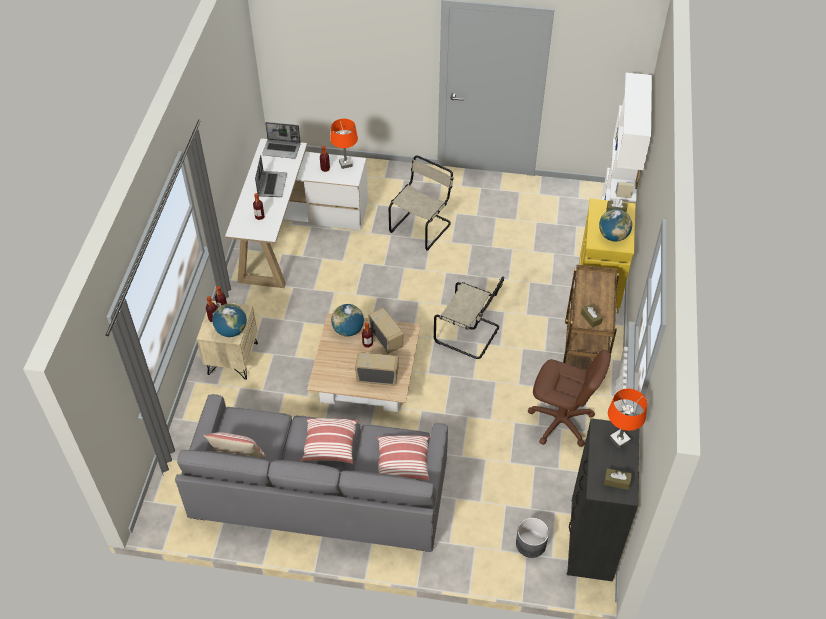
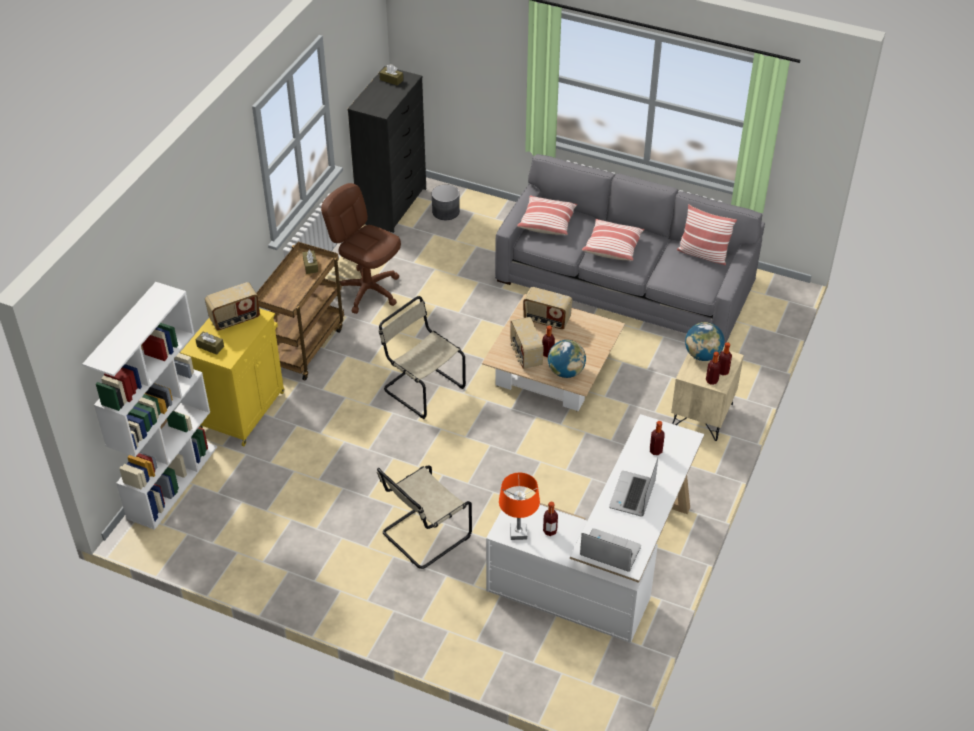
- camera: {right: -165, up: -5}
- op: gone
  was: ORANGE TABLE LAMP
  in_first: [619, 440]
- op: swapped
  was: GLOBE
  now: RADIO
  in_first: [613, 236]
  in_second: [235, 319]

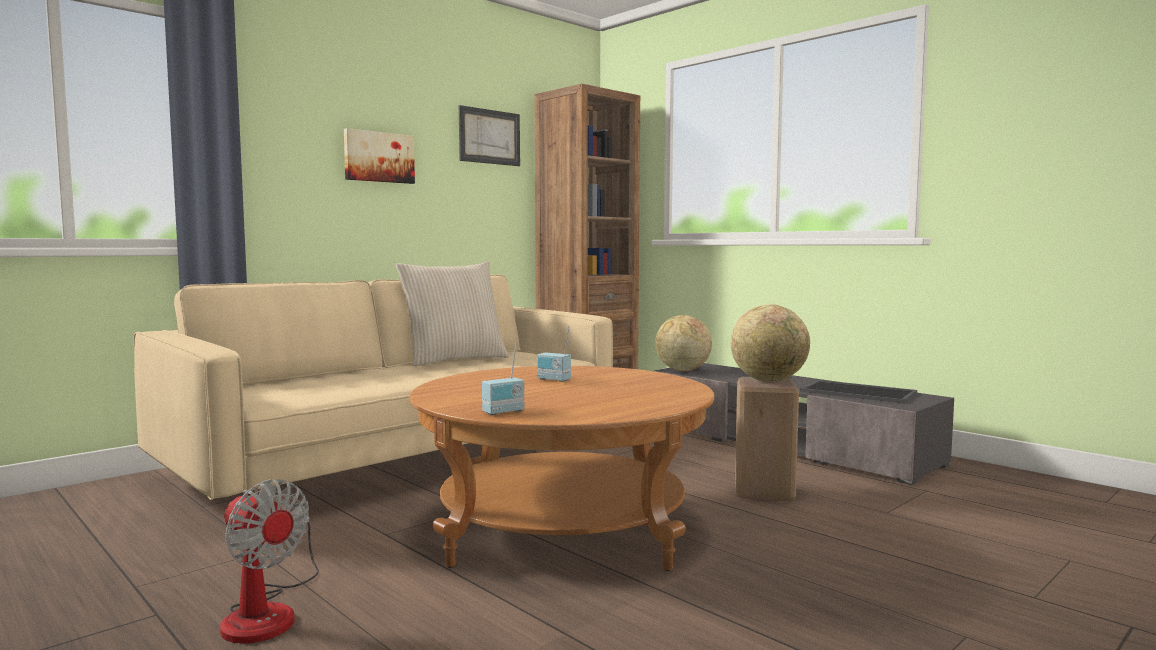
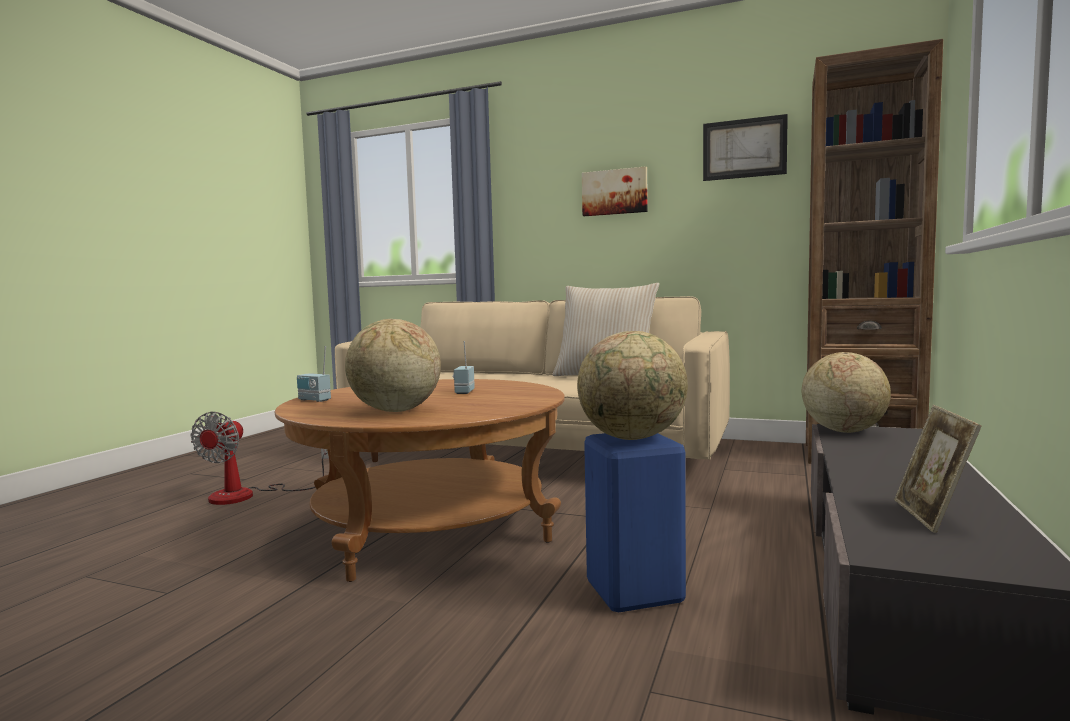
- camera: {right: 65, up: 0}
- op: new
  now: GLOBE
  in_second: [395, 411]
- op: swapped
  was: TRAY
  now: PICTURE FRAME
  in_first: [859, 392]
  in_second: [932, 517]
- op: repainted
  was: BEIGE STOOL
  now: BLUE STOOL
  in_first: [765, 492]
  in_second: [637, 593]

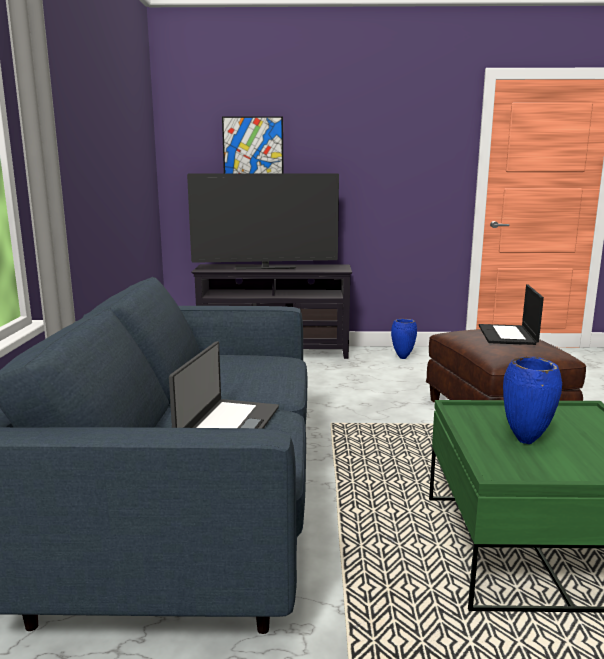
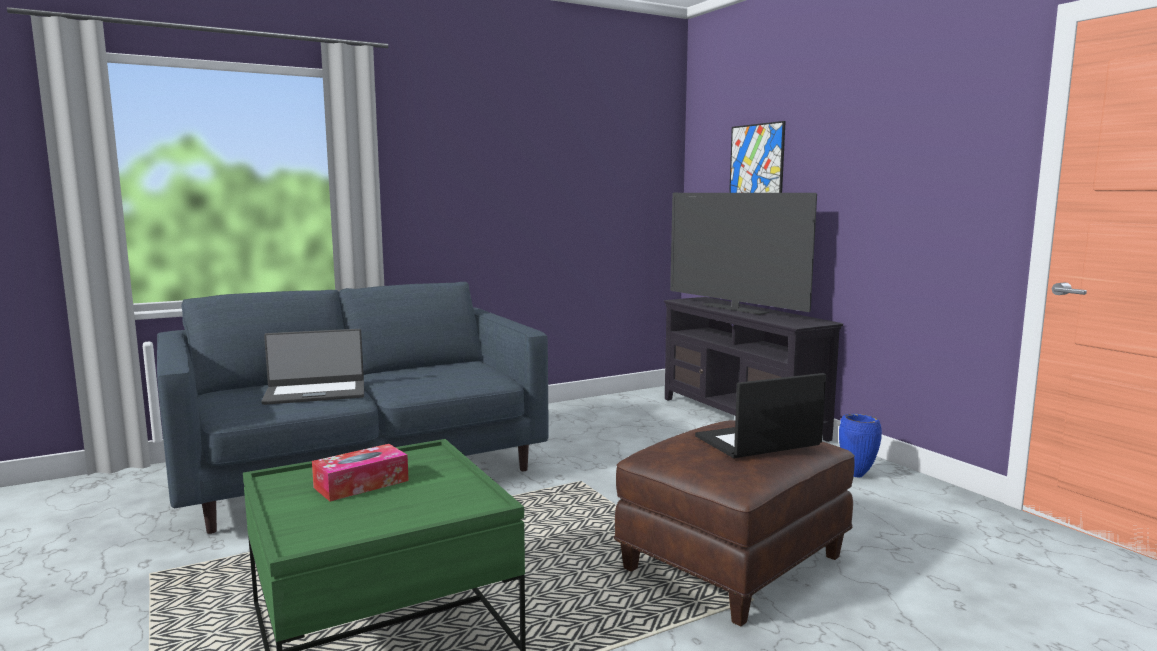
- camera: {right: 60, up: -5}
- op: swapped
  was: BLUE VASE
  now: TISSUE BOX
  in_first: [527, 441]
  in_second: [361, 484]

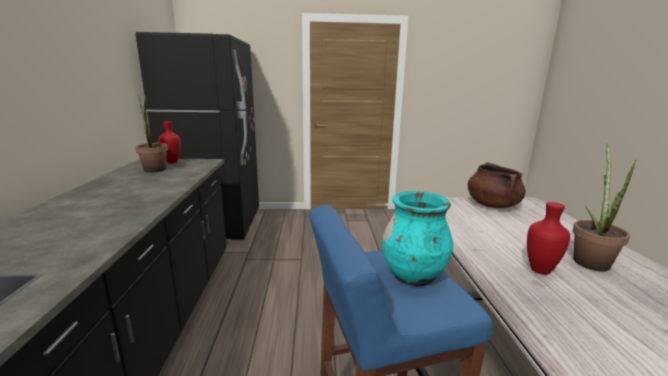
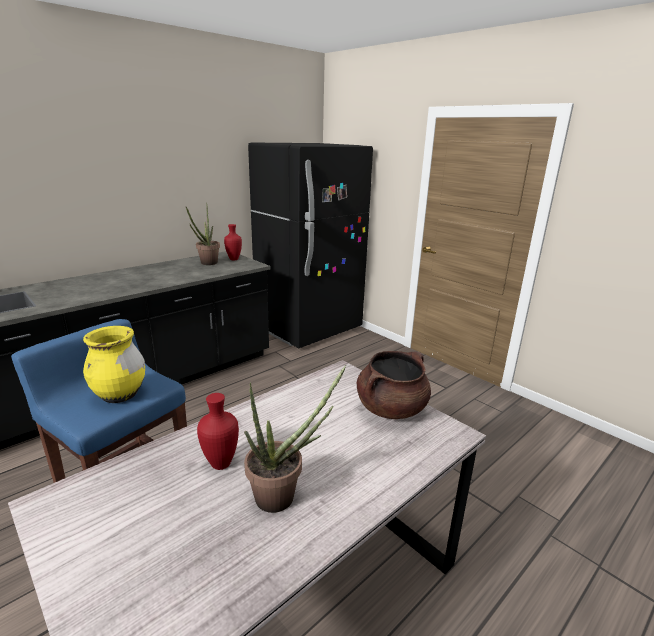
- camera: {right: 50, up: 5}
- op: repainted
  was: TURQUOISE VASE
  now: YELLOW VASE
  in_first: [413, 276]
  in_second: [120, 395]

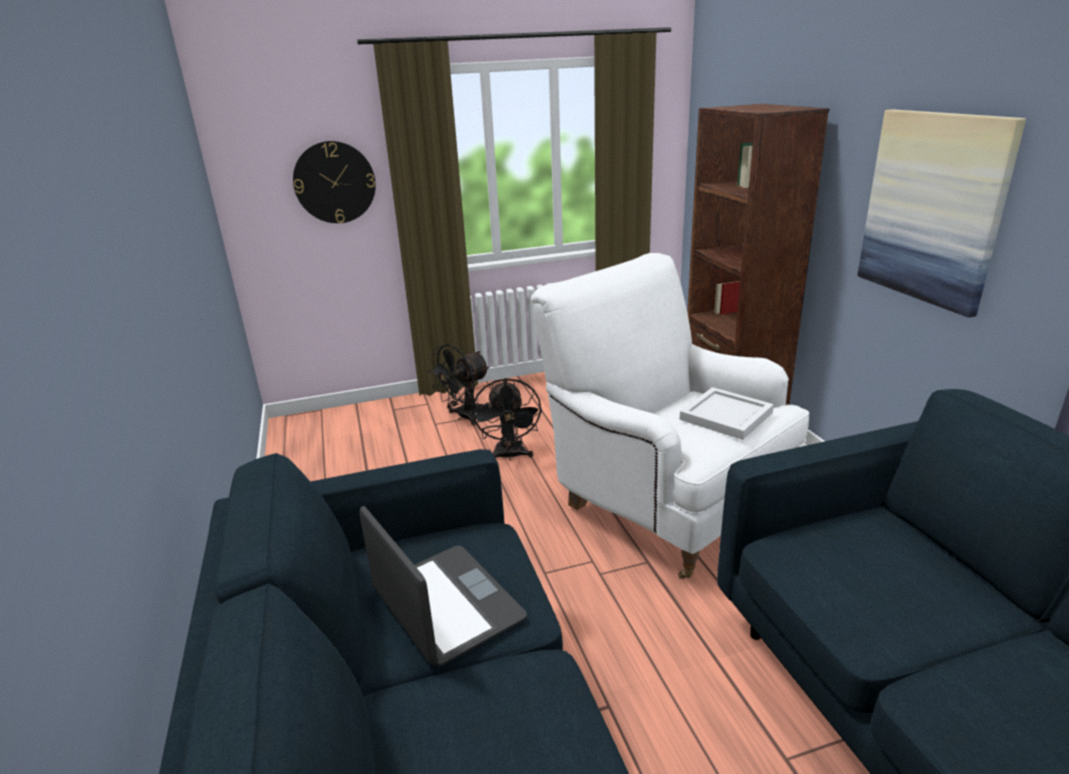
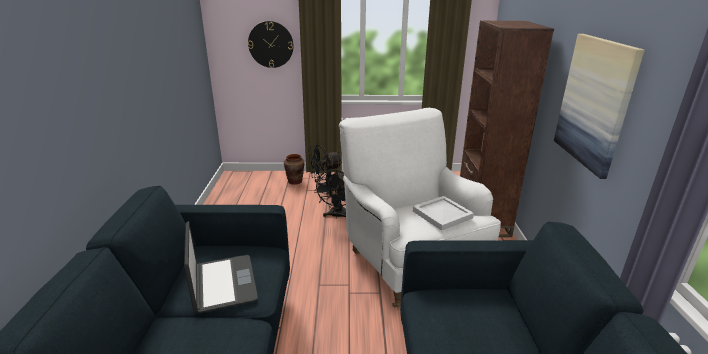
- camera: {right: 15, up: 0}
- op: new
  now: BROWN VASE
  in_second: [295, 181]

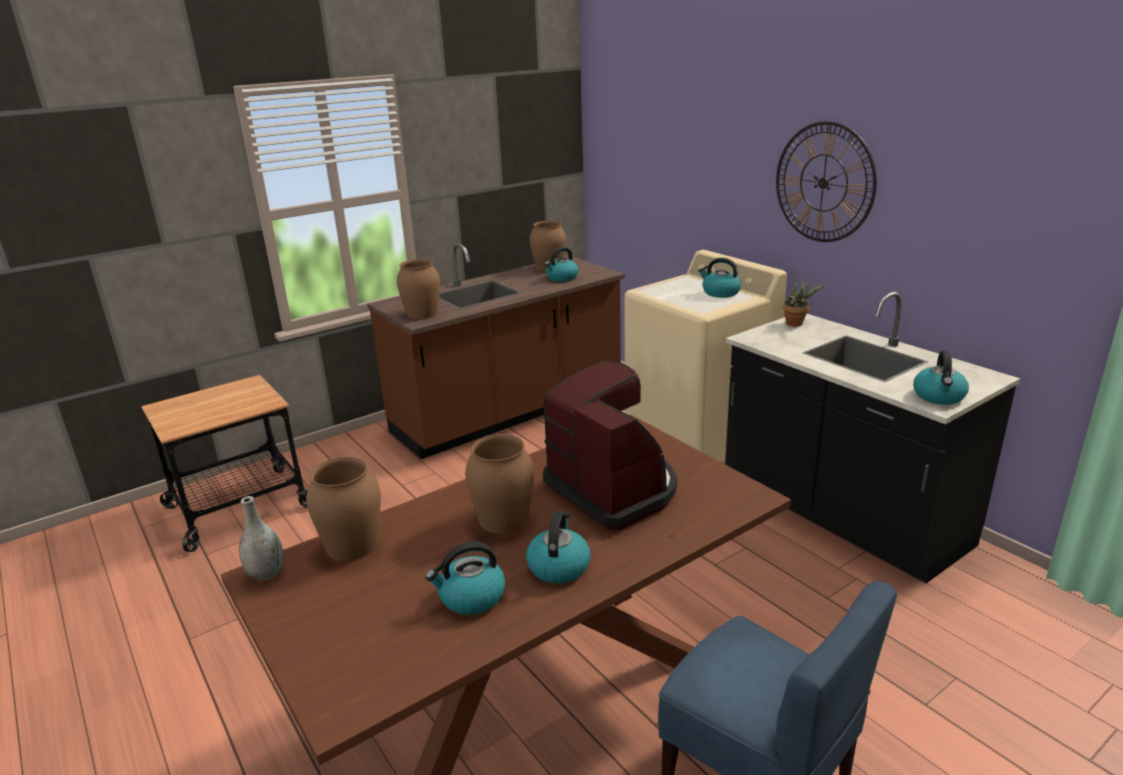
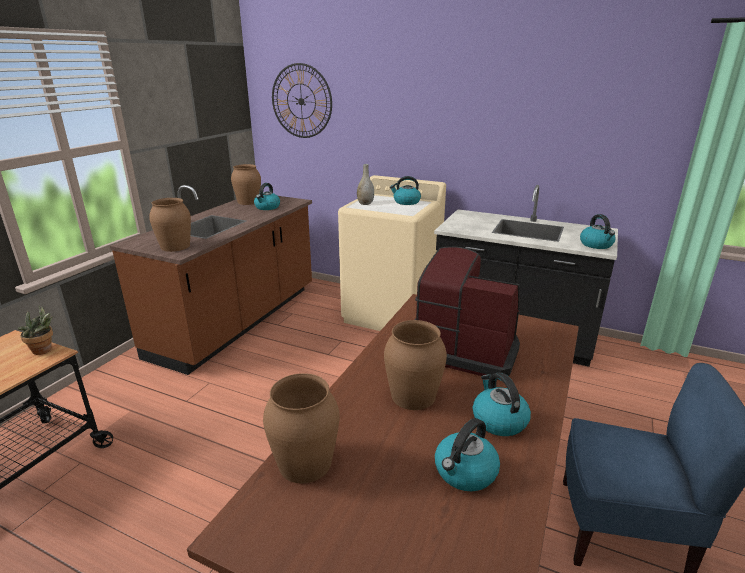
- camera: {right: -30, up: 0}
- op: shifted
  was: GREY VASE
  in_first: [266, 574]
  in_second: [365, 203]
- op: shifted
  was: WALL CLOCK
  in_first: [823, 183]
  in_second: [301, 101]
- op: shifted
  was: POTTED PLANT
  in_first: [797, 324]
  in_second: [45, 350]

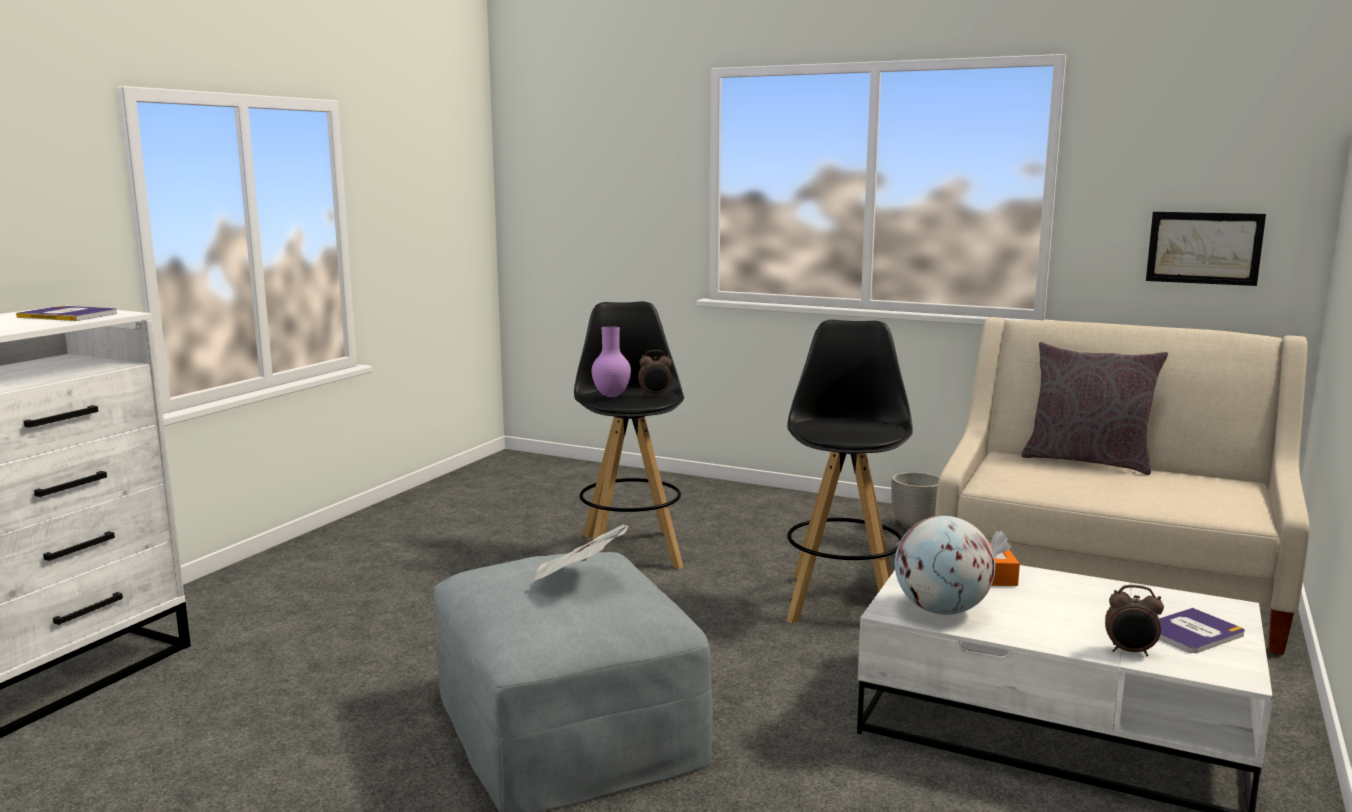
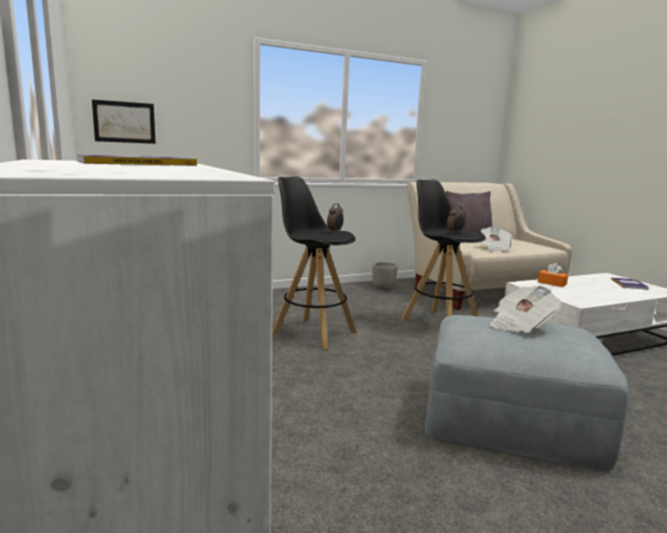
- camera: {right: -50, up: 0}
- op: gone
  was: PURPLE VASE
  in_first: [611, 396]
- op: gone
  was: GLOBE
  in_first: [941, 610]
- op: new
  now: NEWSPAPER
  in_second: [494, 248]
- op: shifted
  was: ALARM CLOCK
  in_first: [1130, 652]
  in_second: [455, 233]
- op: shifted
  was: PICTURE
  in_first: [1204, 248]
  in_second: [124, 122]

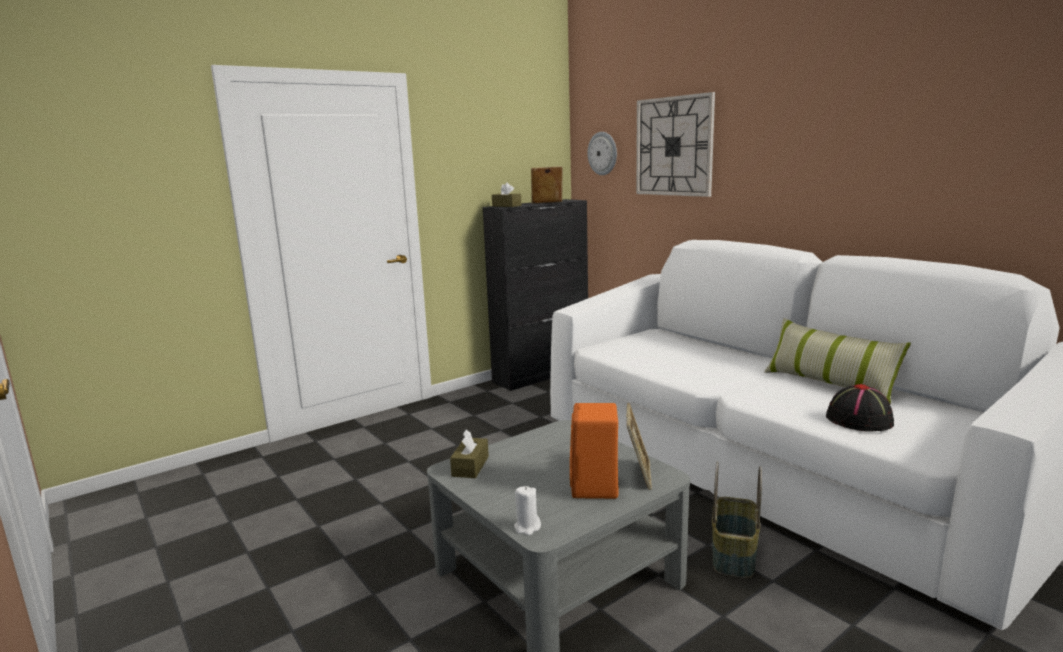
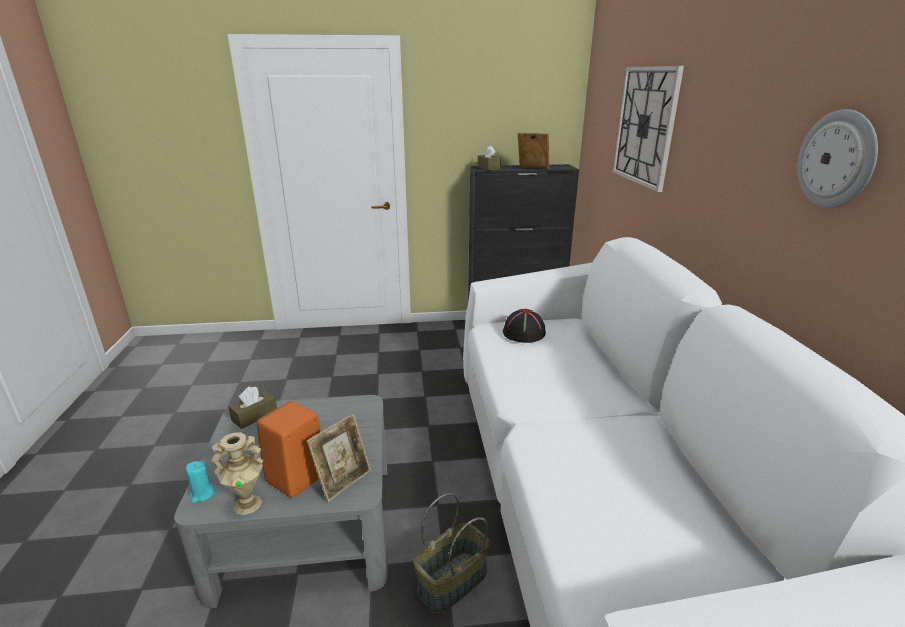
- camera: {right: 30, up: 10}
- op: gone
  was: PILLOW
  in_first: [829, 384]
- op: new
  now: BEIGE VASE
  in_second: [248, 504]
- op: shifted
  was: WALL CLOCK
  in_first: [603, 153]
  in_second: [837, 159]
- op: shifted
  was: BLACK HAT
  in_first: [859, 420]
  in_second: [523, 333]
- op: repainted
  was: WHITE CANDLE
  now: TURQUOISE CANDLE
  in_first: [527, 527]
  in_second: [202, 494]

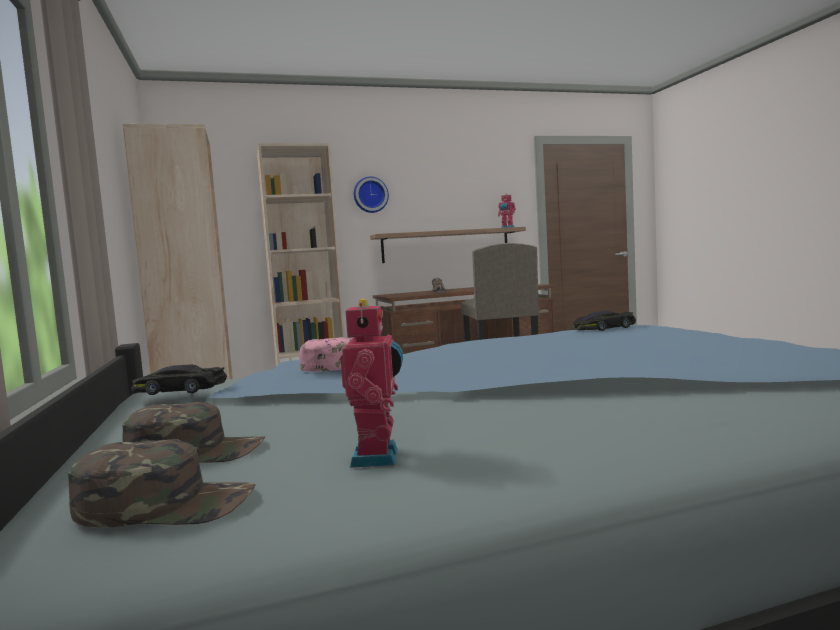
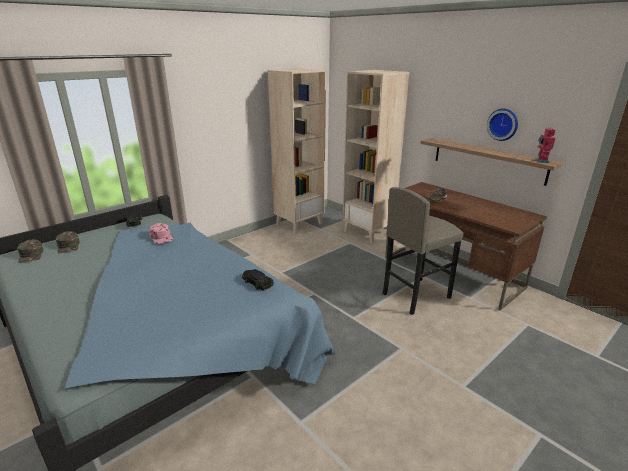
- camera: {right: 65, up: 20}
- op: gone
  was: TOY ROBOT
  in_first: [379, 457]
- op: shifted
  was: WALL CLOCK
  in_first: [370, 195]
  in_second: [503, 124]

